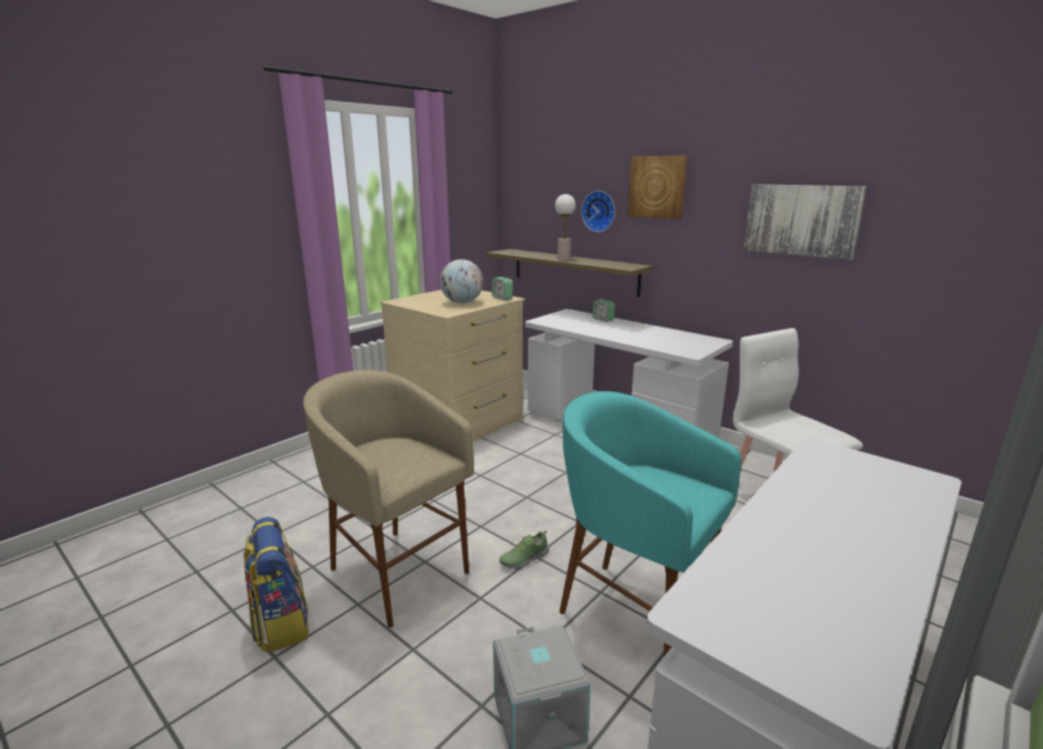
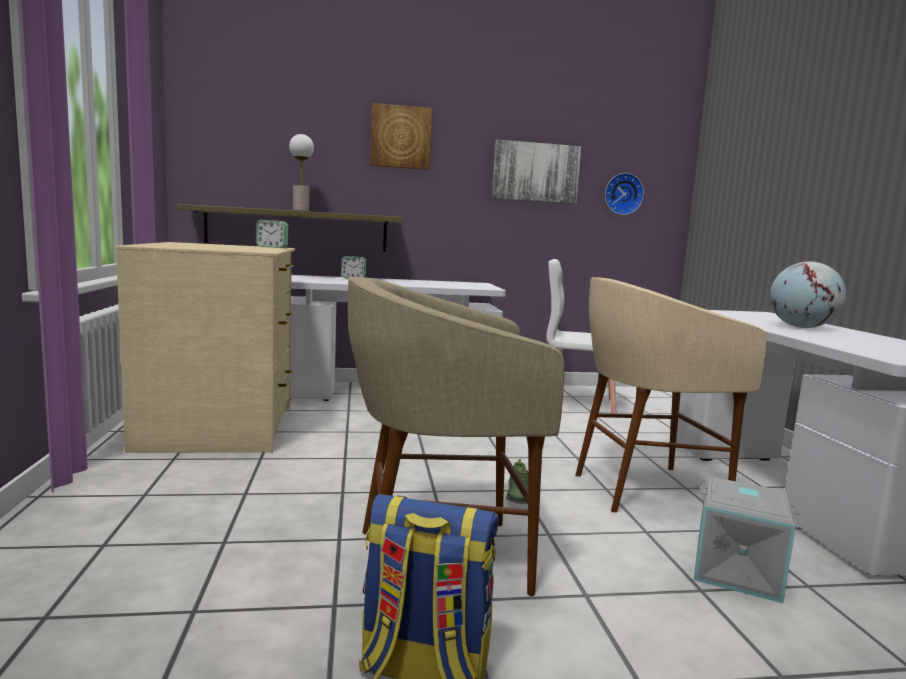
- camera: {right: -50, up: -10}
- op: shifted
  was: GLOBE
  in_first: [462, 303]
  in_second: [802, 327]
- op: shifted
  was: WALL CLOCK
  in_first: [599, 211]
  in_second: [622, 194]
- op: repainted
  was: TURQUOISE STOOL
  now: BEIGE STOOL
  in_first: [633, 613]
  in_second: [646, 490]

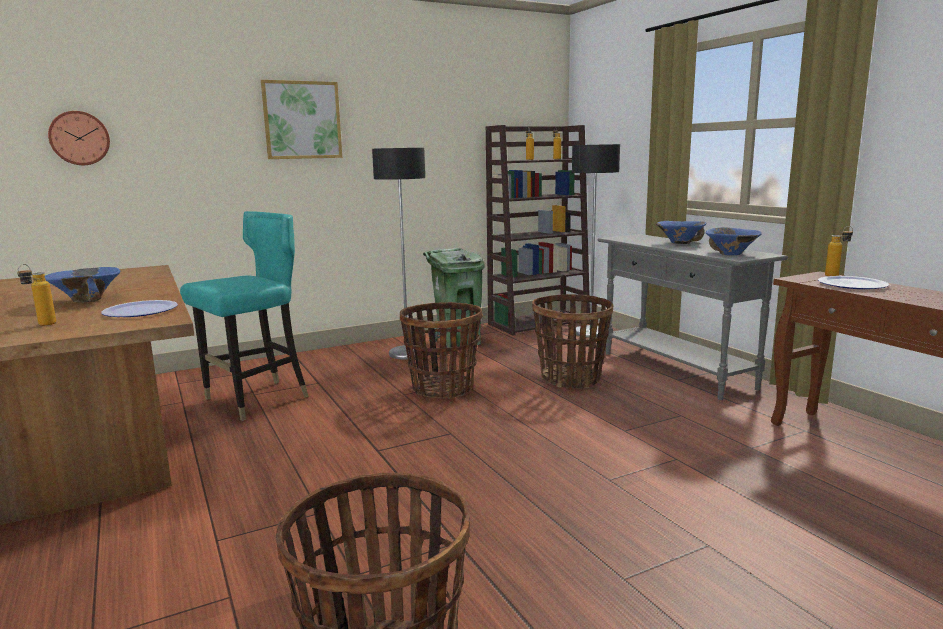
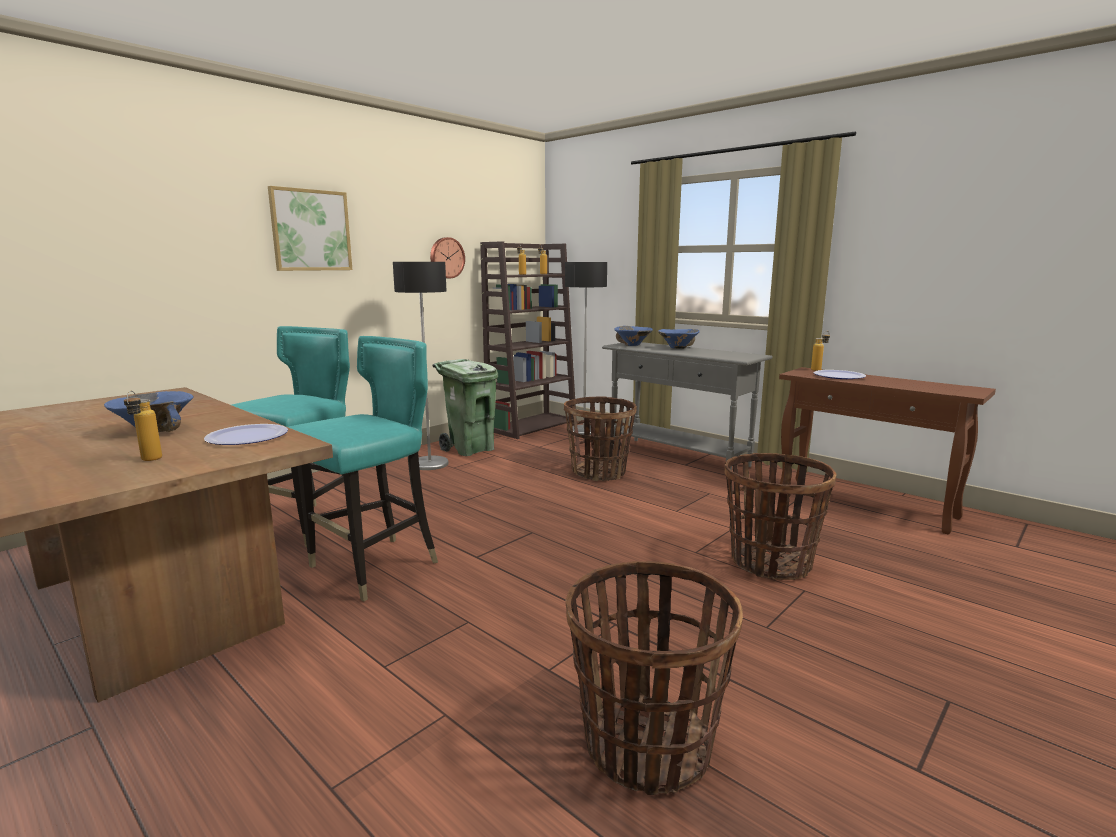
- camera: {right: -20, up: 0}
- op: new
  now: TURQUOISE CHAIR
  in_second: [374, 567]
- op: shifted
  was: WALL CLOCK
  in_first: [79, 138]
  in_second: [446, 258]
- op: shifted
  was: BASKET
  in_first: [443, 388]
  in_second: [769, 563]
- op: shifted
  was: BLUE BOWL
  in_first: [731, 254]
  in_second: [632, 345]

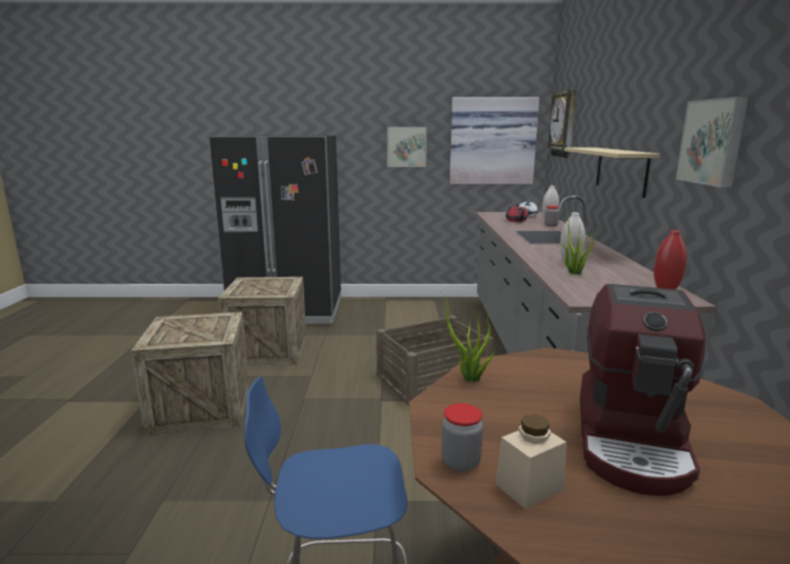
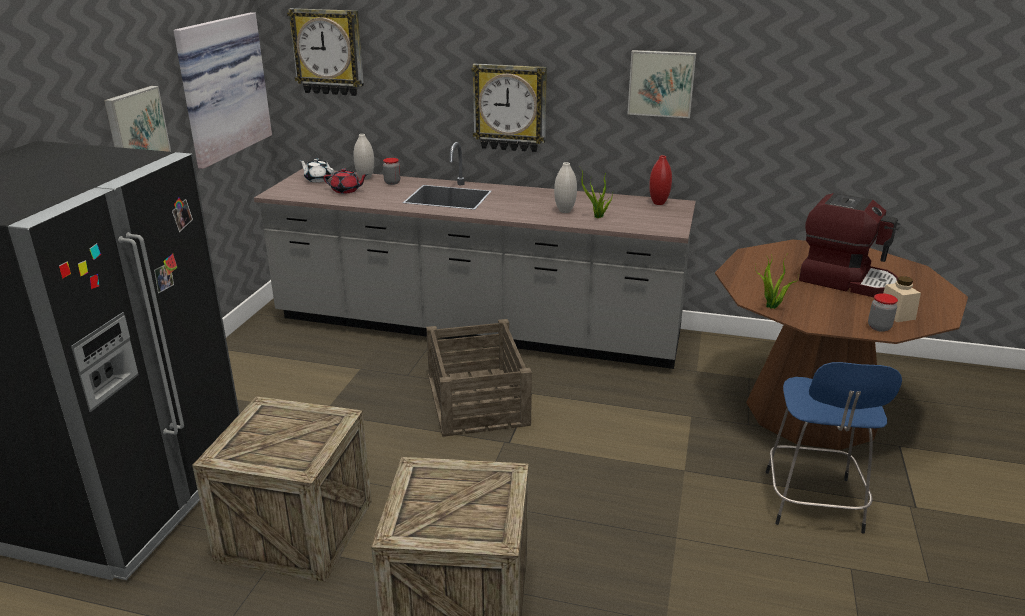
- camera: {right: -75, up: 10}
- op: swapped
  was: BEIGE SHELF
  now: WALL CLOCK
  in_first: [621, 170]
  in_second: [510, 107]

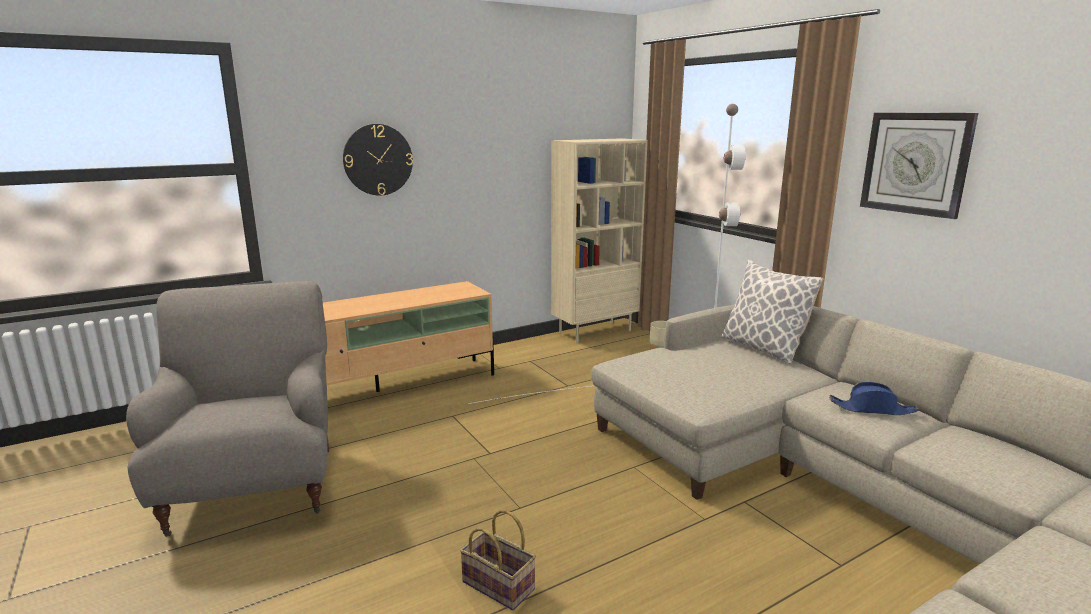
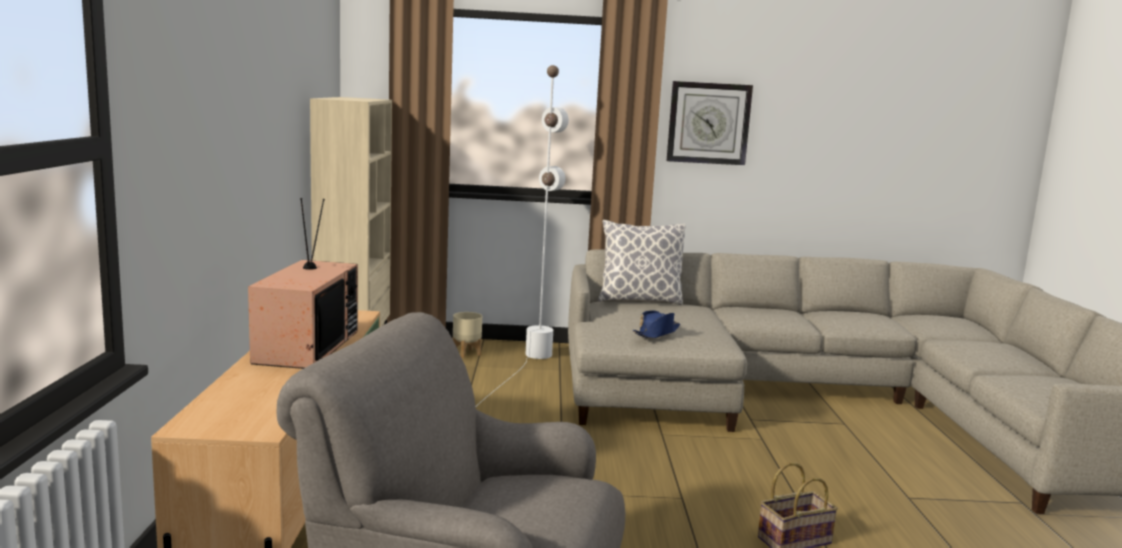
- camera: {right: -60, up: -5}
- op: gone
  was: WALL CLOCK
  in_first: [378, 160]
- op: new
  now: TELEVISION
  in_second: [305, 346]
- op: shifted
  was: BLUE HAT
  in_first: [872, 409]
  in_second: [656, 333]

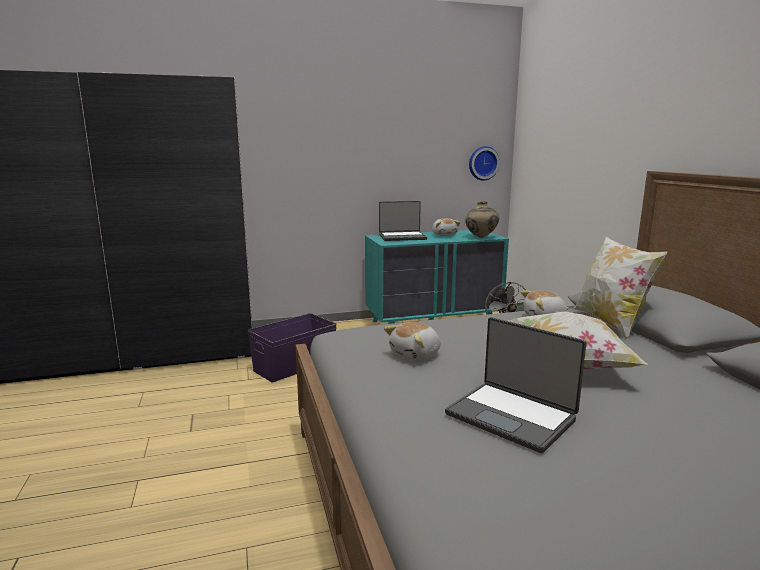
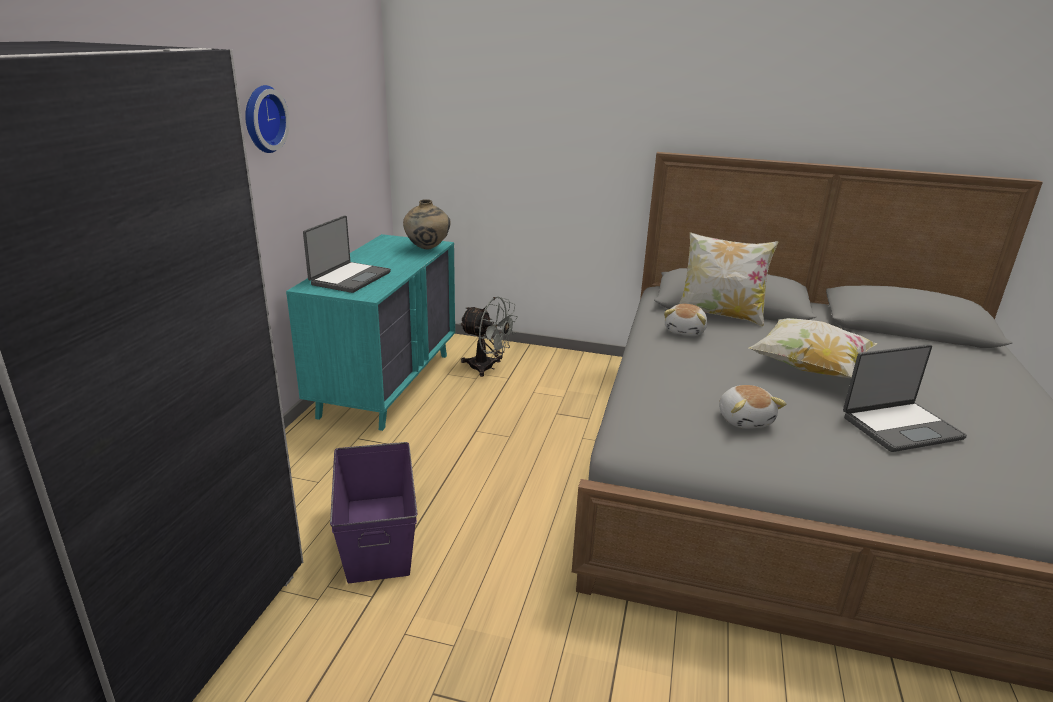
- camera: {right: -60, up: 10}
- op: gone
  was: PLUSH TOY
  in_first: [444, 235]
- op: shifted
  was: WALL CLOCK
  in_first: [482, 163]
  in_second: [262, 119]

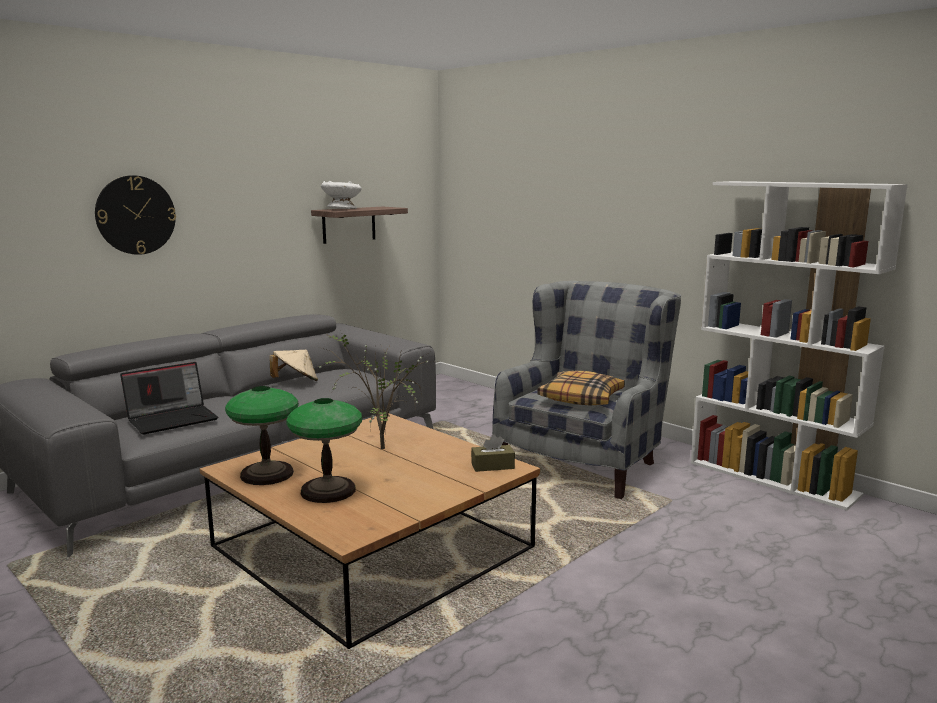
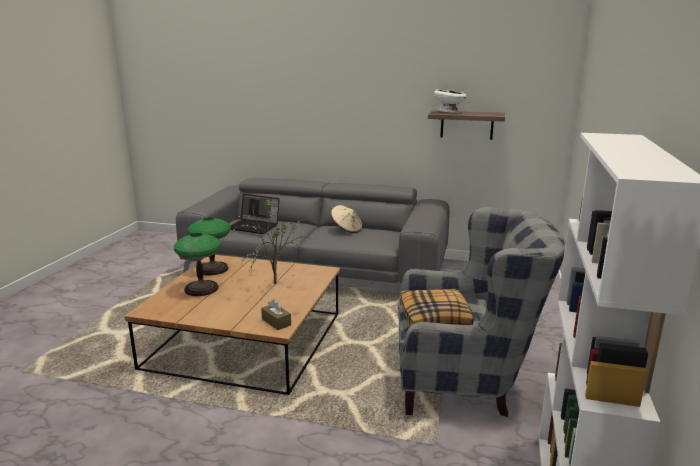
- camera: {right: 60, up: 5}
- op: gone
  was: WALL CLOCK
  in_first: [135, 215]

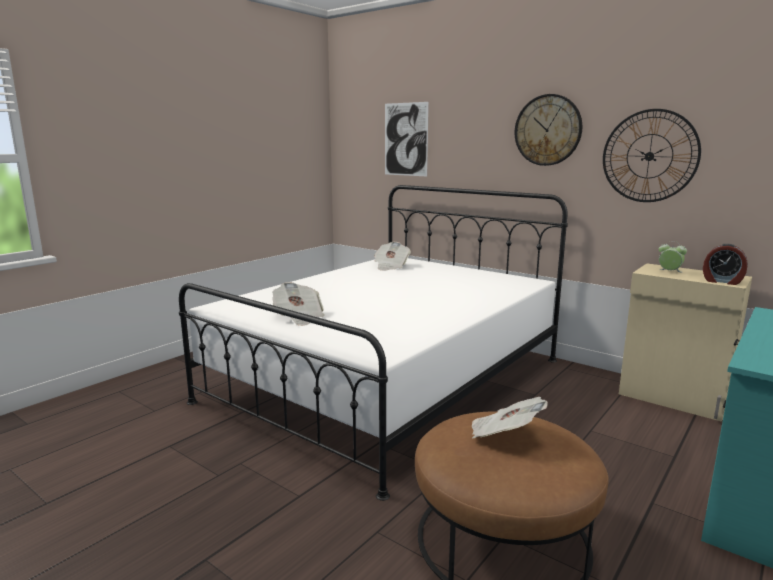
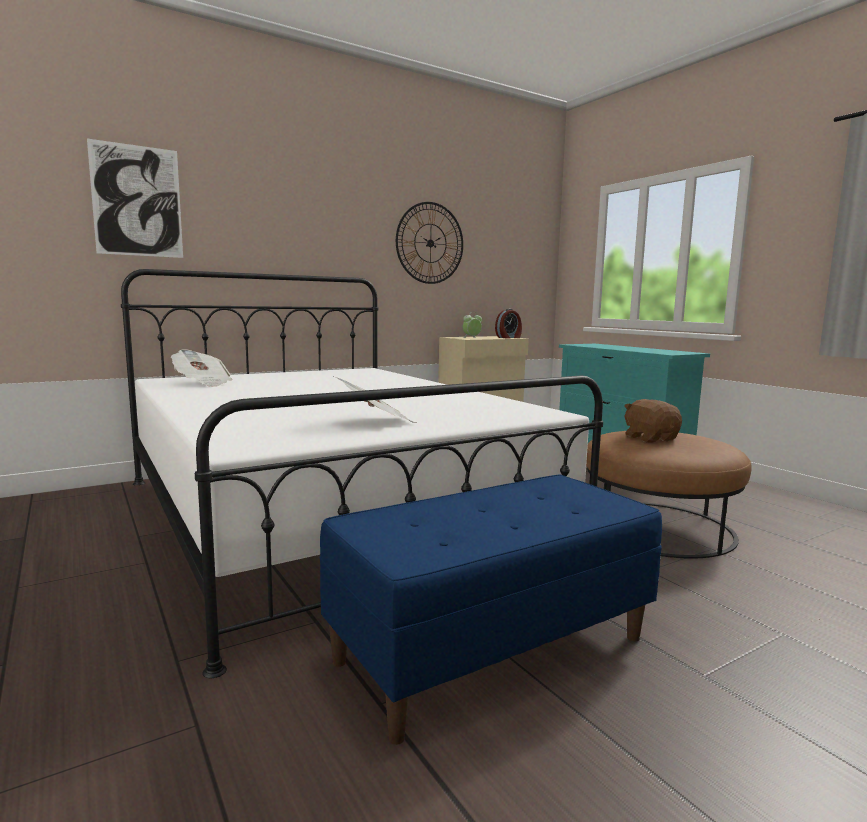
- camera: {right: -70, up: -5}
- op: gone
  was: WALL CLOCK
  in_first: [548, 130]
- op: new
  now: BLUE BENCH
  in_second: [492, 648]
- op: swapped
  was: NEWSPAPER
  now: BROWN PLUSH TOY
  in_first: [504, 435]
  in_second: [650, 438]

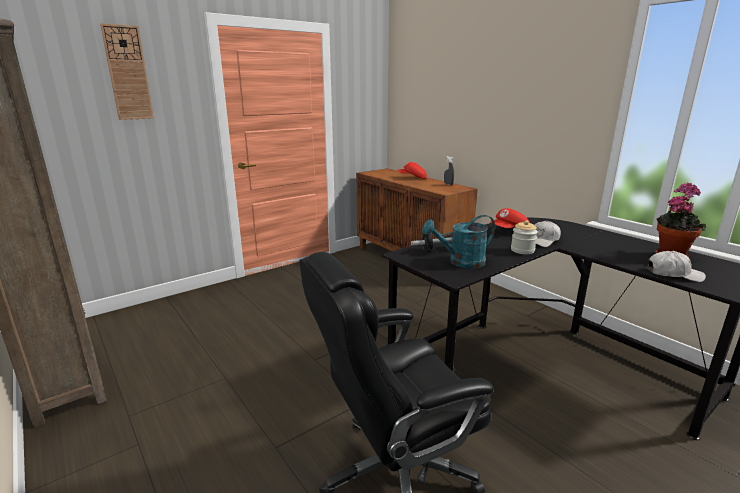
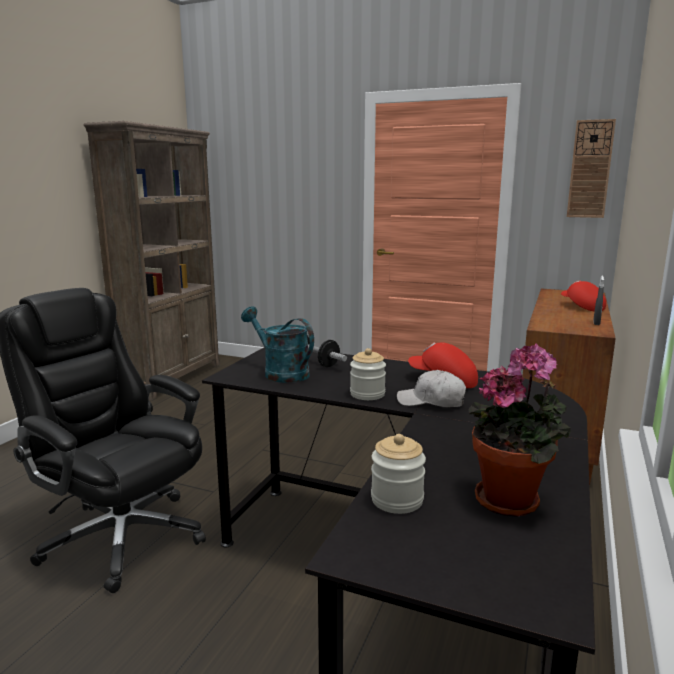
- camera: {right: 60, up: -5}
- op: shifted
  was: WALL CLOCK
  in_first: [128, 73]
  in_second: [590, 169]
- op: swapped
  was: WHITE CAP
  now: JAR
  in_first: [673, 274]
  in_second: [397, 500]

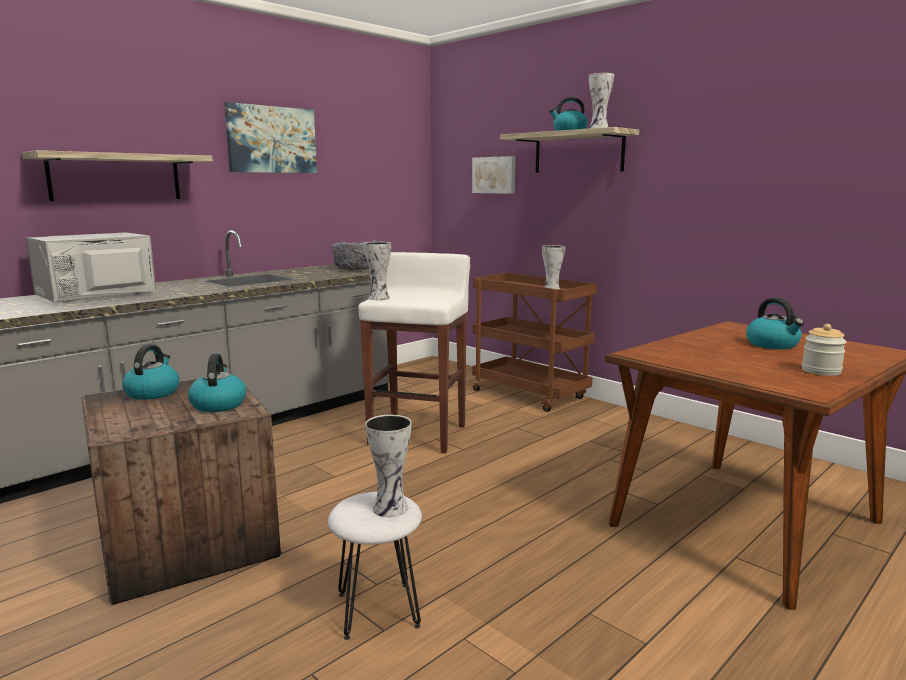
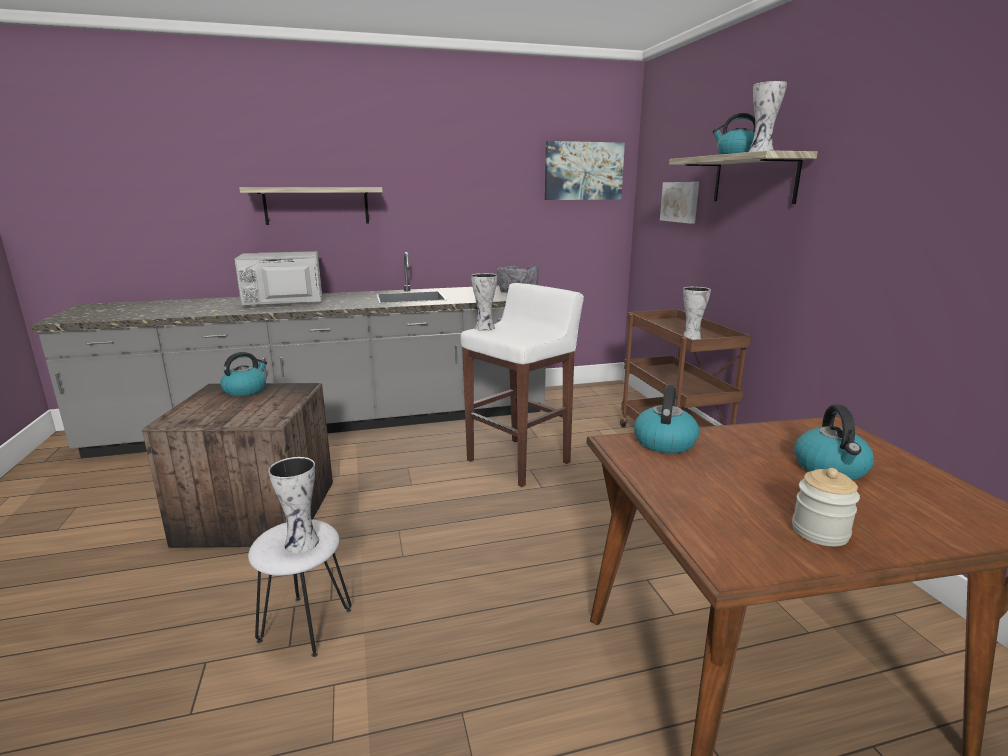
- camera: {right: 30, up: 5}
- op: shifted
  was: KETTLE
  in_first: [218, 404]
  in_second: [664, 442]
- op: shifted
  was: PICTURE
  in_first: [271, 140]
  in_second: [583, 171]

